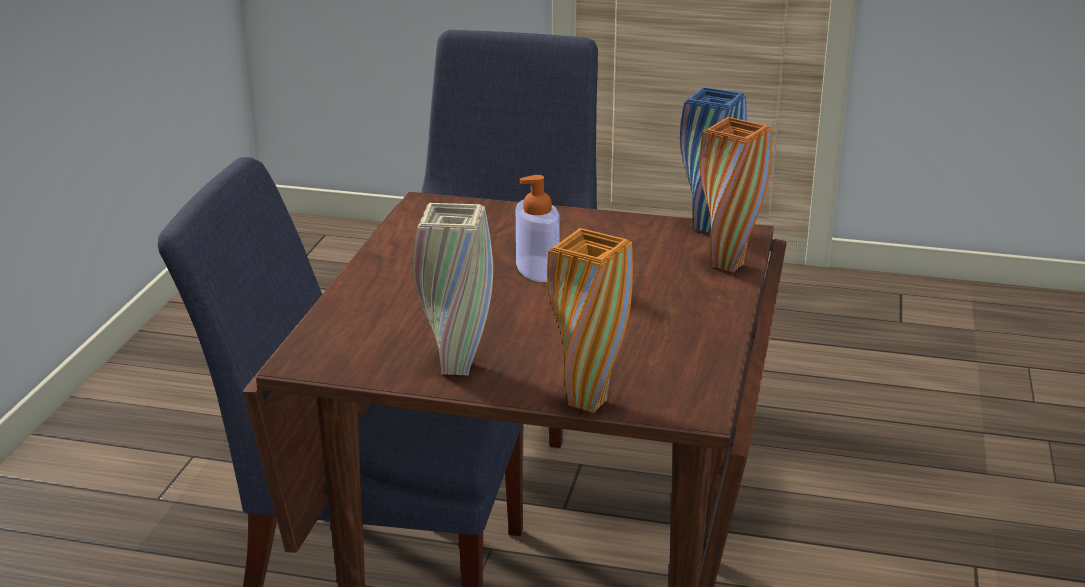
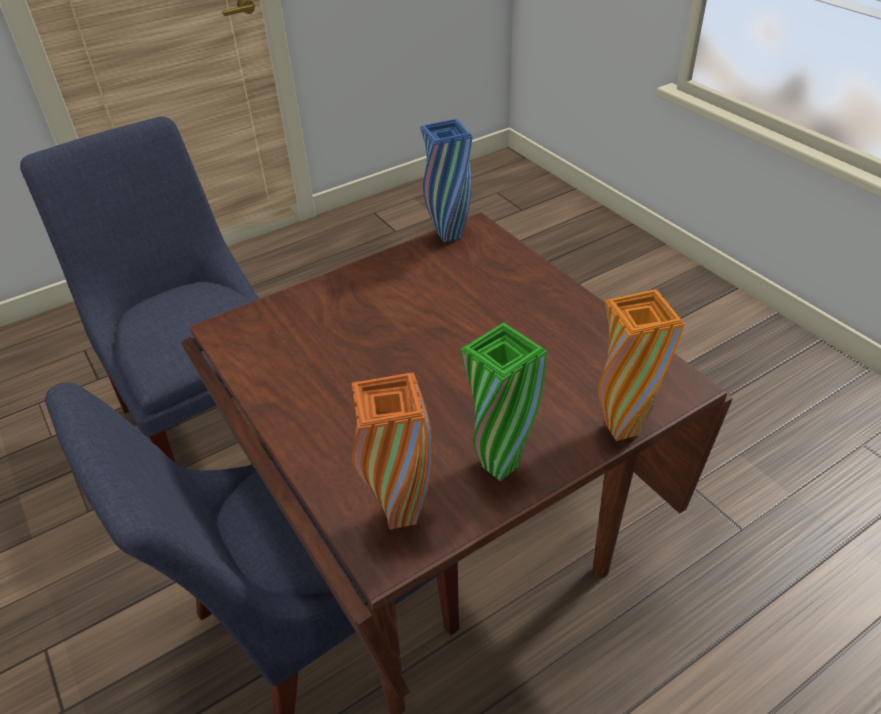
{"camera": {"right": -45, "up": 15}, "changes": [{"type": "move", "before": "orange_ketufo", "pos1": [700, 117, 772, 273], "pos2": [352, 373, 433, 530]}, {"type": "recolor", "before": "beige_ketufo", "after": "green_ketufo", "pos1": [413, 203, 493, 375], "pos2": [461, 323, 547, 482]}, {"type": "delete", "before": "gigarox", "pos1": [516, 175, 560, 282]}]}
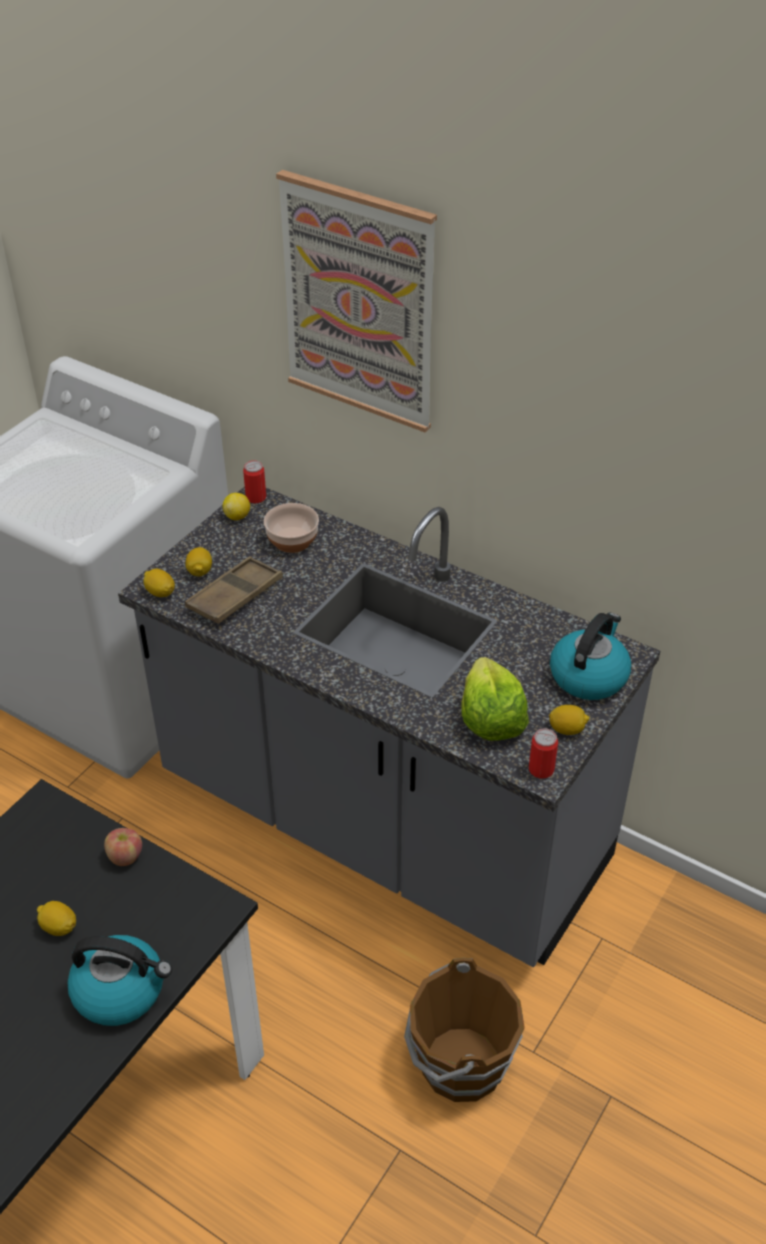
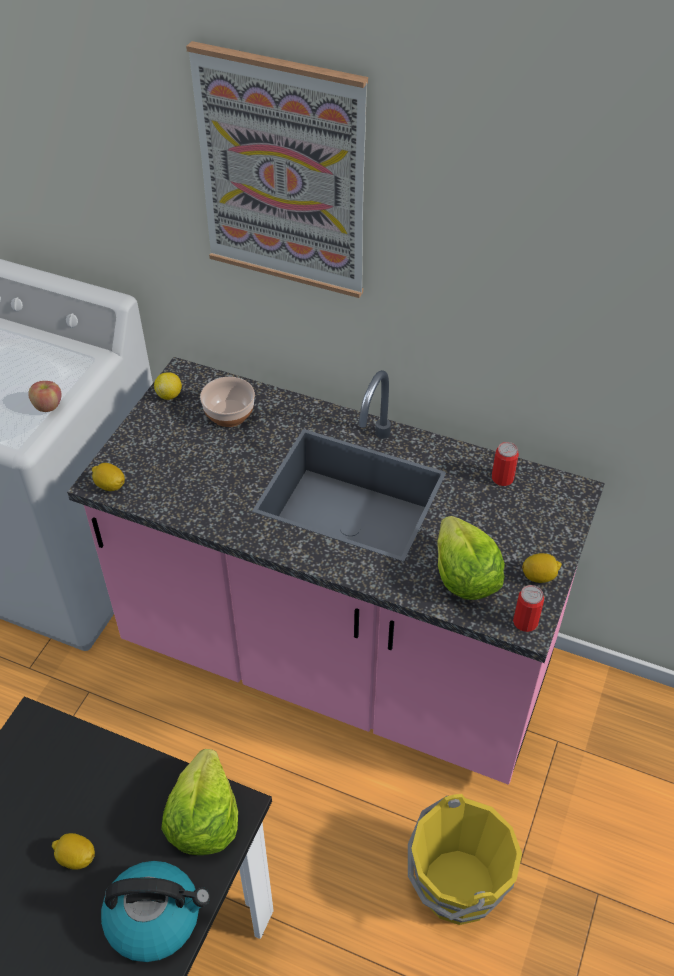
{"camera": {"right": -10, "up": 5}, "changes": [{"type": "move", "before": "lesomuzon", "pos1": [104, 828, 142, 866], "pos2": [28, 381, 62, 412]}, {"type": "recolor", "before": "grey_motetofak", "after": "pink_motetofak", "pos1": [118, 486, 660, 967], "pos2": [67, 357, 605, 785]}, {"type": "insert", "after": "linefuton", "pos2": [161, 749, 238, 855]}, {"type": "recolor", "before": "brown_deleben", "after": "yellow_deleben", "pos1": [404, 958, 525, 1102], "pos2": [408, 794, 522, 925]}, {"type": "move", "before": "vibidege", "pos1": [243, 460, 266, 503], "pos2": [492, 442, 519, 486]}, {"type": "delete", "before": "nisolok", "pos1": [185, 547, 212, 576]}, {"type": "delete", "before": "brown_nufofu", "pos1": [185, 556, 283, 624]}, {"type": "delete", "before": "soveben", "pos1": [550, 613, 631, 700]}]}
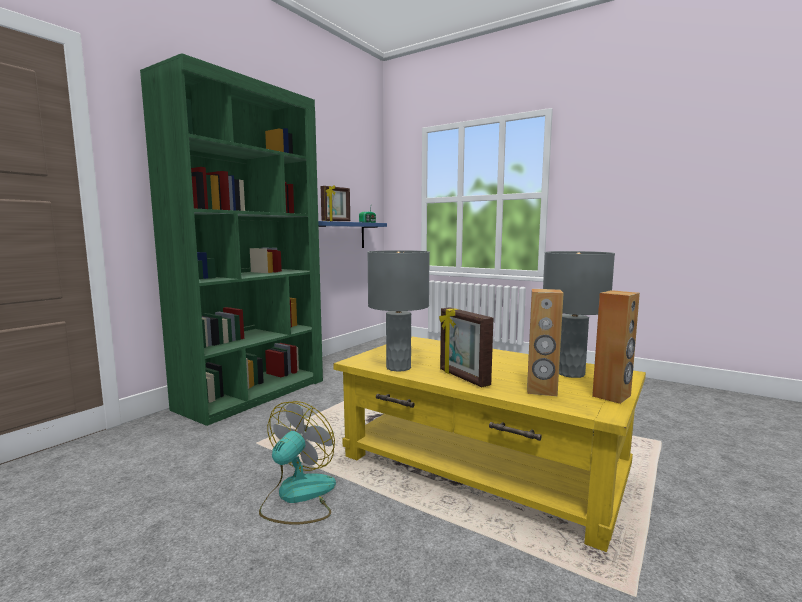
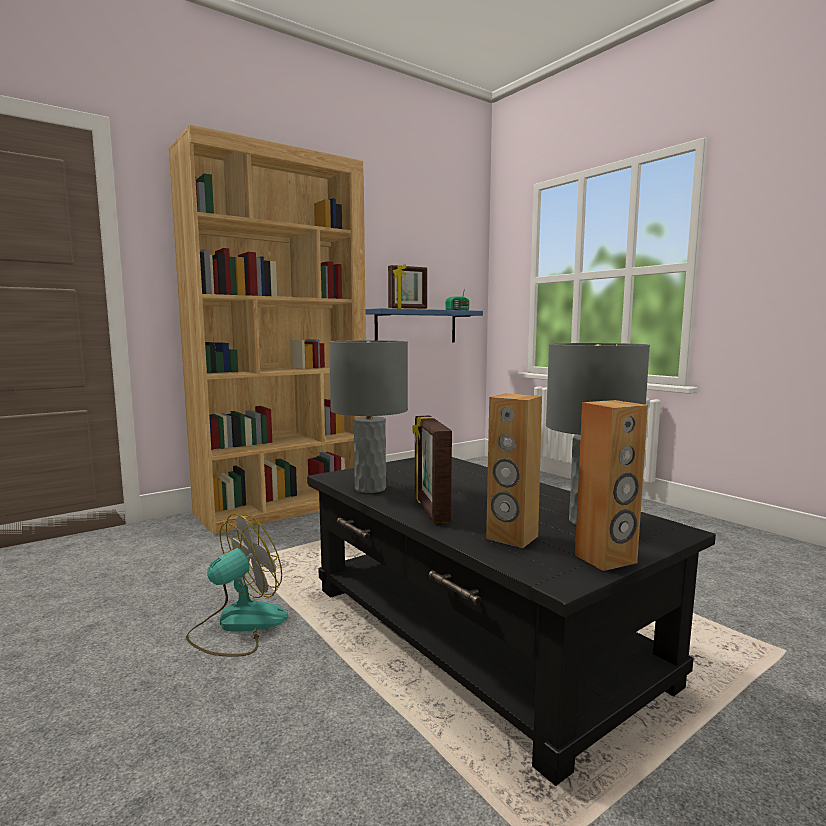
{"camera": {"right": 20, "up": 0}, "changes": [{"type": "recolor", "before": "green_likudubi", "after": "brown_likudubi", "pos1": [140, 53, 323, 426], "pos2": [168, 125, 366, 534]}, {"type": "recolor", "before": "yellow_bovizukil", "after": "black_bovizukil", "pos1": [334, 336, 646, 552], "pos2": [307, 457, 716, 786]}]}
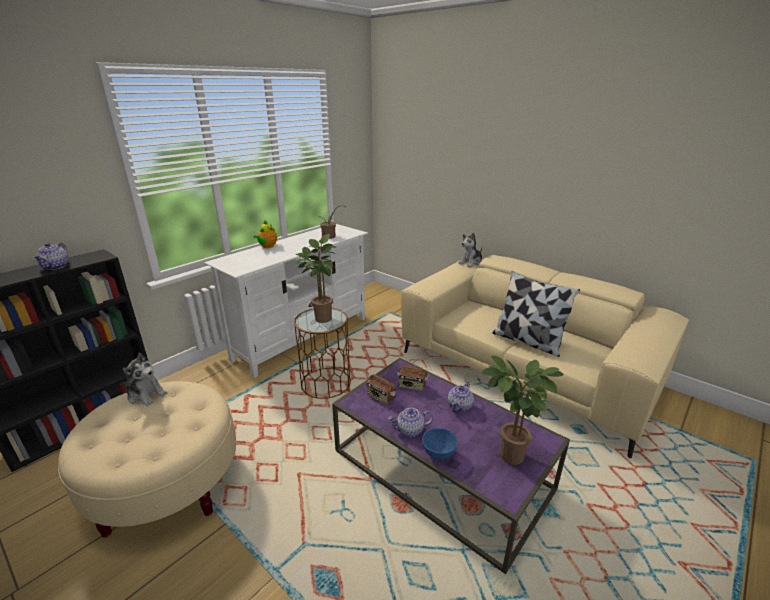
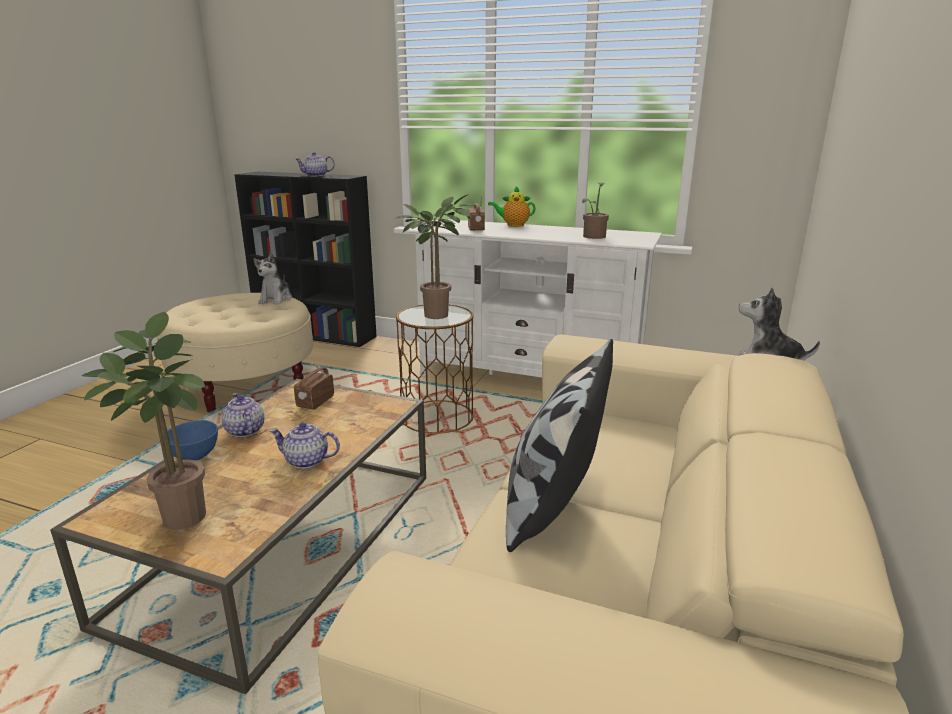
{"camera": {"right": 70, "up": -5}, "changes": [{"type": "recolor", "before": "purple_bovizukil", "after": "brown_bovizukil", "pos1": [332, 358, 570, 574], "pos2": [50, 379, 426, 694]}, {"type": "move", "before": "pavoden", "pos1": [397, 358, 428, 391], "pos2": [468, 194, 485, 231]}]}
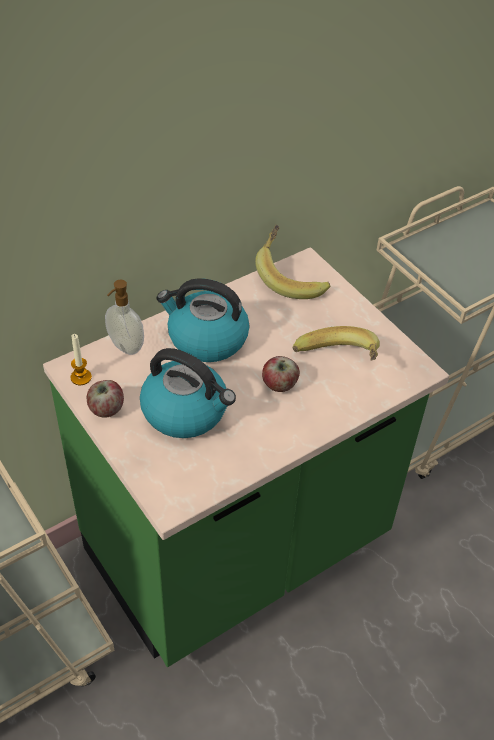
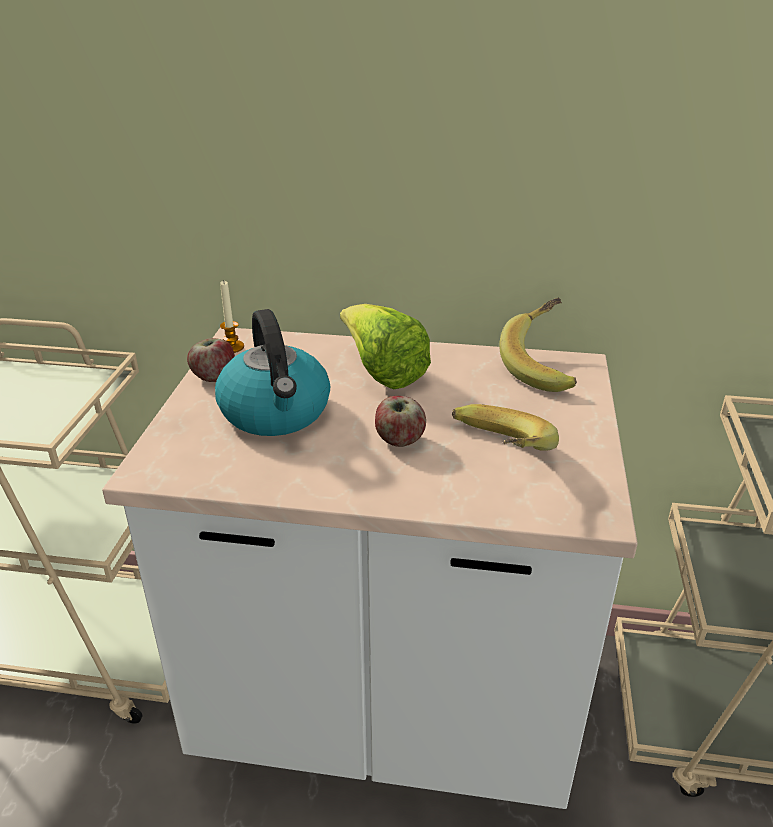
{"camera": {"right": 45, "up": -15}, "changes": [{"type": "recolor", "before": "green_motetofak", "after": "white_motetofak", "pos1": [43, 247, 449, 667], "pos2": [102, 328, 638, 809]}, {"type": "replace", "before": "soveben", "after": "linefuton", "pos1": [157, 278, 249, 362], "pos2": [340, 304, 431, 390]}, {"type": "delete", "before": "gigarox", "pos1": [105, 279, 144, 355]}]}
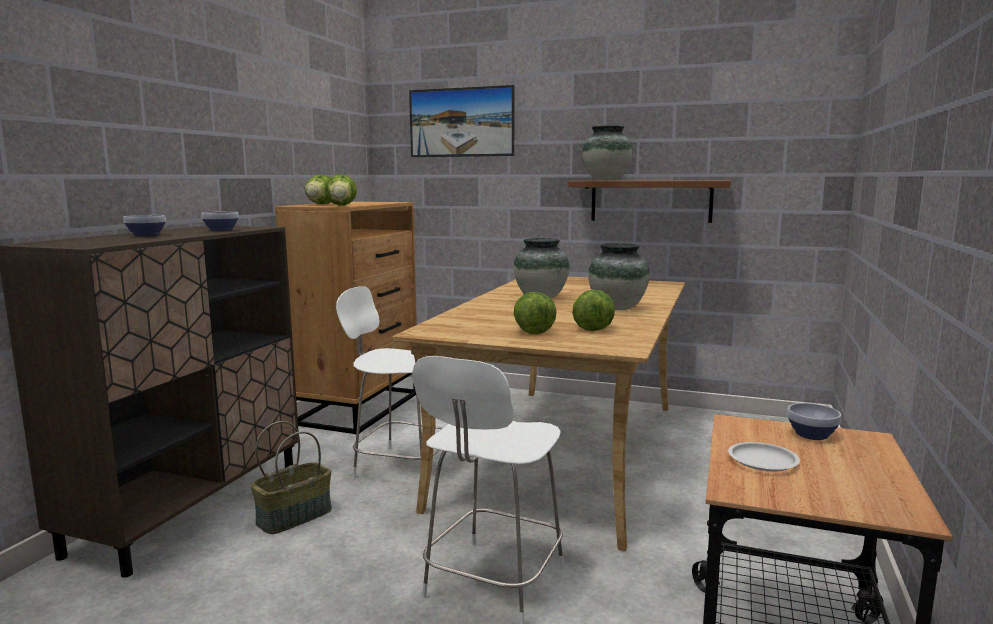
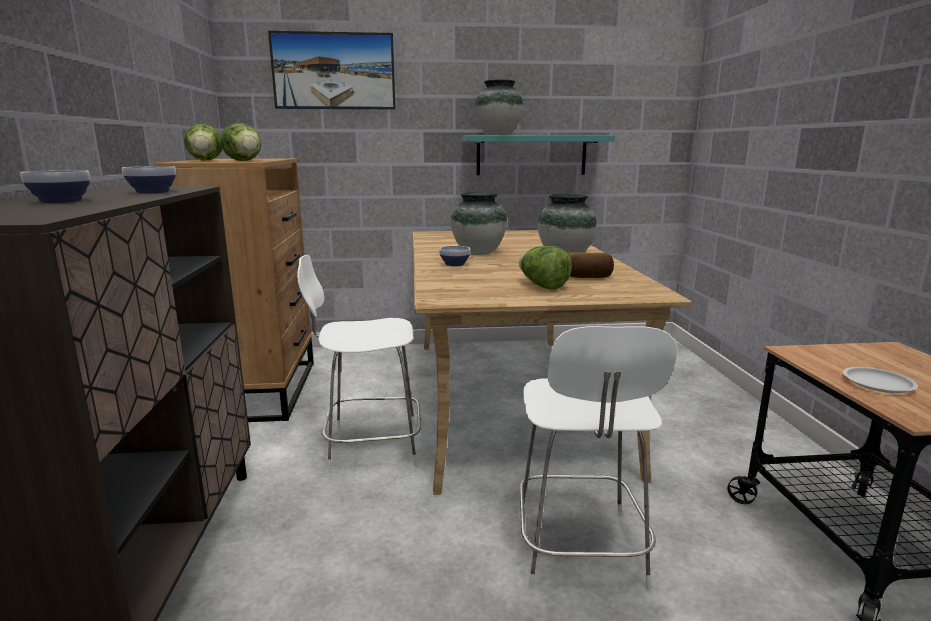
{"camera": {"right": -25, "up": 5}, "changes": [{"type": "move", "before": "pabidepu", "pos1": [787, 403, 841, 440], "pos2": [439, 246, 471, 266]}, {"type": "recolor", "before": "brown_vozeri", "after": "turquoise_vozeri", "pos1": [567, 180, 731, 223], "pos2": [463, 135, 615, 175]}, {"type": "replace", "before": "linefuton", "after": "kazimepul", "pos1": [572, 289, 615, 331], "pos2": [567, 252, 614, 278]}, {"type": "delete", "before": "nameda", "pos1": [251, 421, 332, 534]}]}
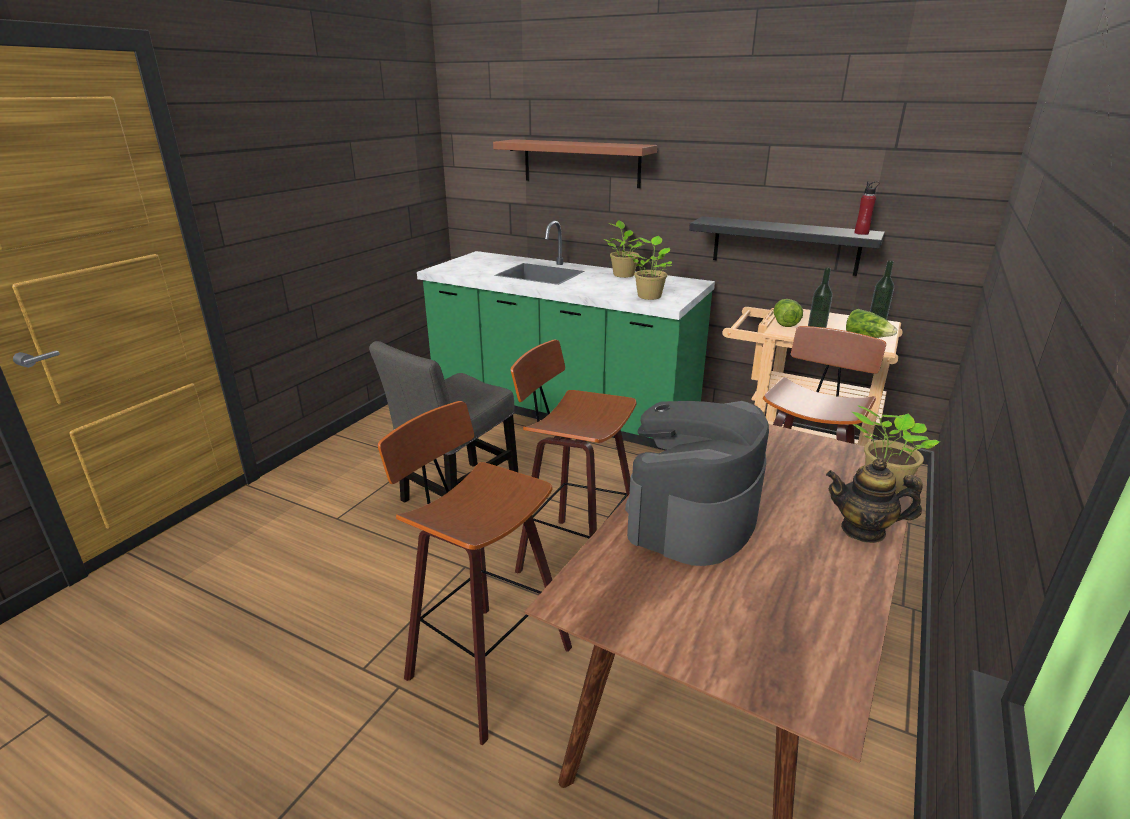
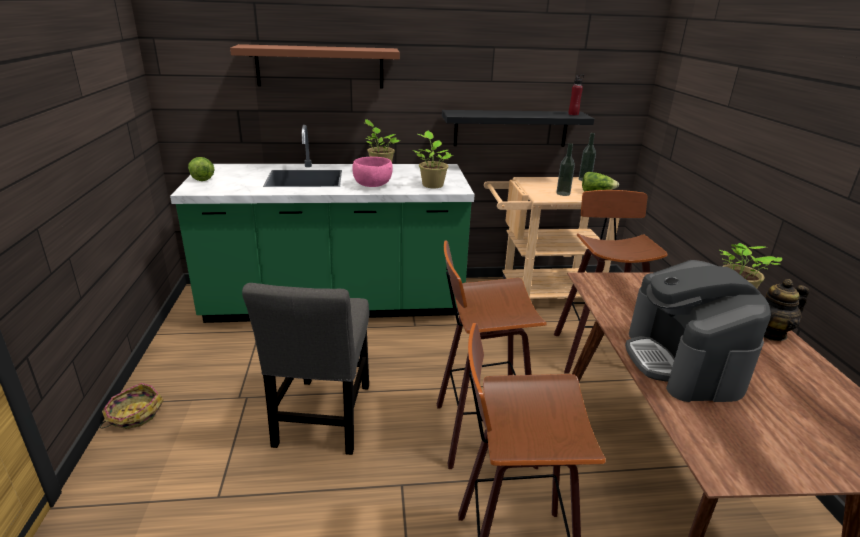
{"camera": {"right": -35, "up": 0}, "changes": [{"type": "insert", "after": "nameda", "pos2": [100, 383, 164, 429]}, {"type": "move", "before": "linefuton", "pos1": [774, 299, 803, 327], "pos2": [188, 157, 215, 181]}, {"type": "insert", "after": "pink_pabidepu", "pos2": [352, 157, 393, 187]}]}
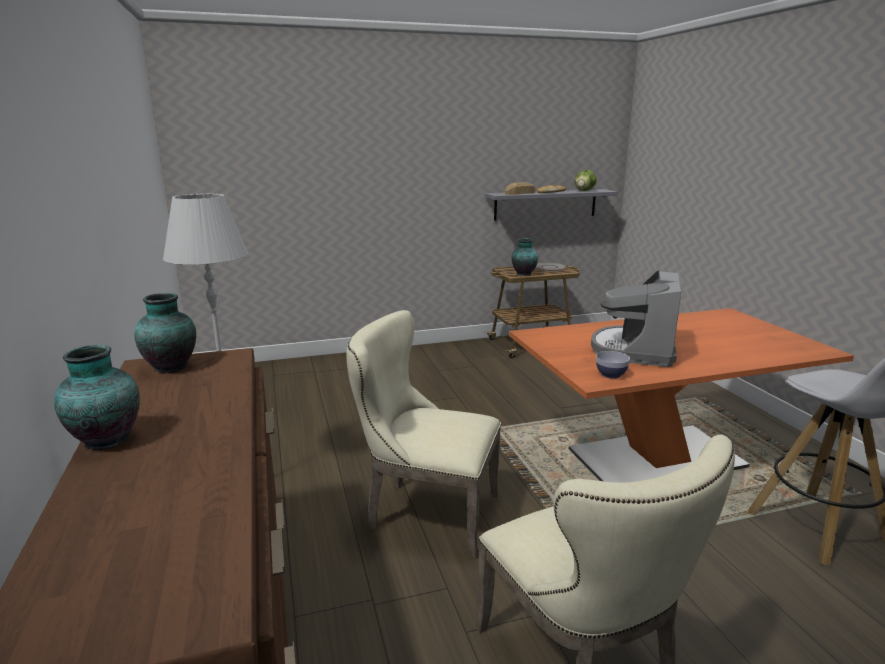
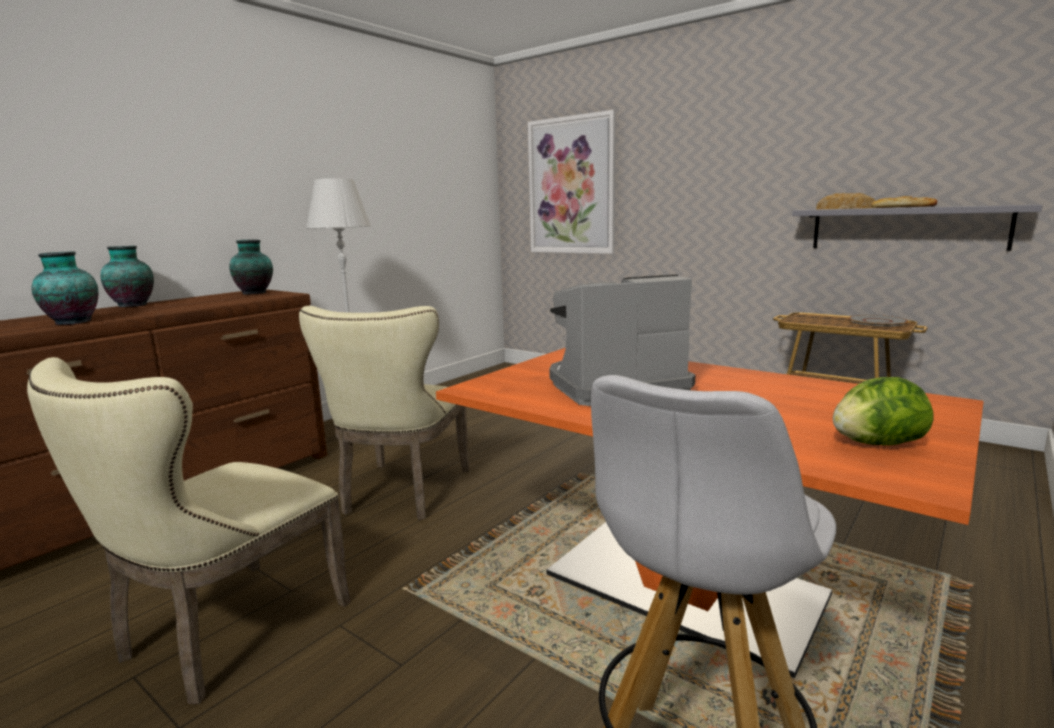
{"camera": {"right": 55, "up": -5}, "changes": [{"type": "move", "before": "ketufo", "pos1": [511, 238, 538, 276], "pos2": [31, 251, 99, 325]}, {"type": "rotate", "before": "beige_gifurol", "pos1": [347, 310, 501, 559], "pos2": [299, 306, 470, 520], "turn": -150}, {"type": "insert", "after": "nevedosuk", "pos2": [528, 110, 616, 254]}, {"type": "move", "before": "linefuton", "pos1": [575, 169, 597, 191], "pos2": [833, 377, 933, 445]}, {"type": "delete", "before": "pabidepu", "pos1": [596, 351, 630, 379]}]}
